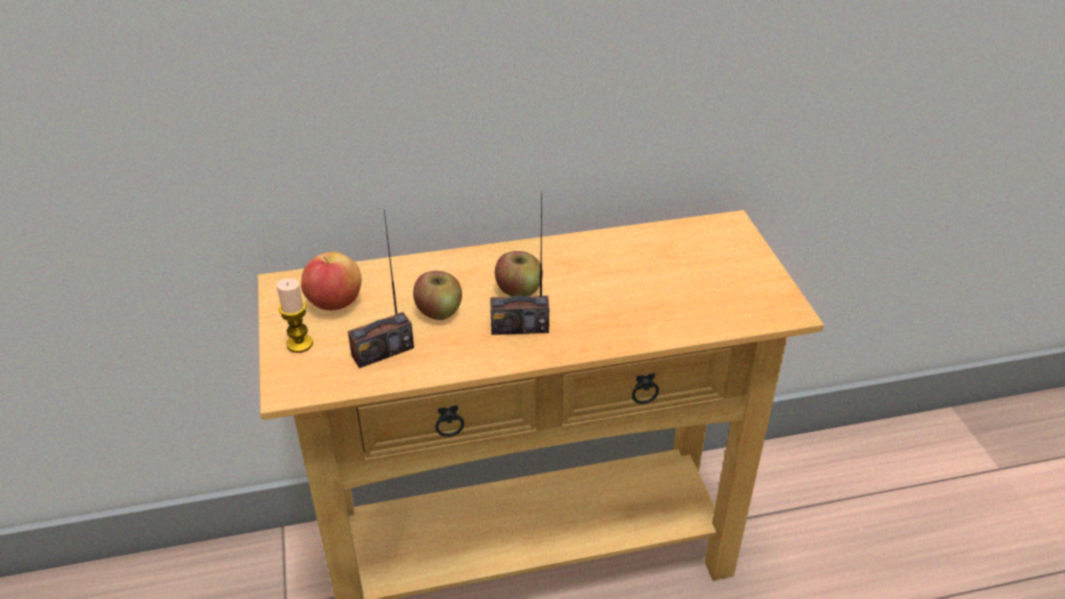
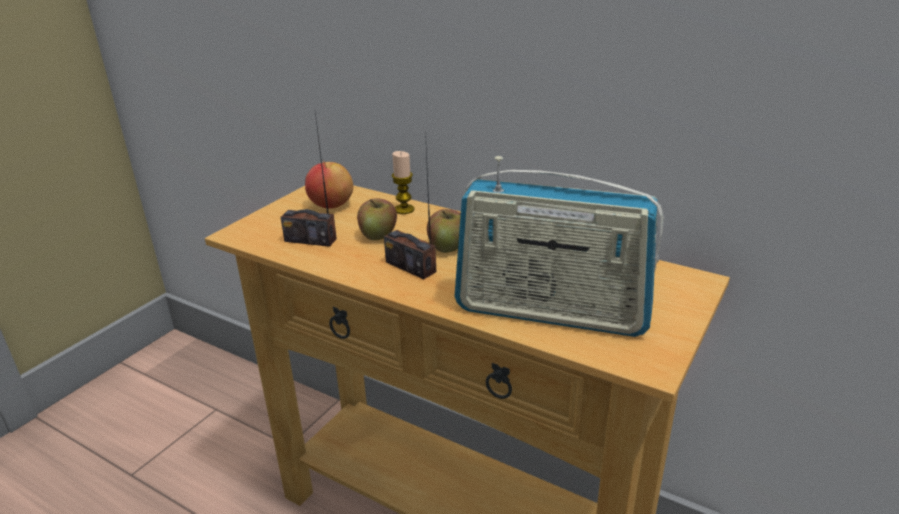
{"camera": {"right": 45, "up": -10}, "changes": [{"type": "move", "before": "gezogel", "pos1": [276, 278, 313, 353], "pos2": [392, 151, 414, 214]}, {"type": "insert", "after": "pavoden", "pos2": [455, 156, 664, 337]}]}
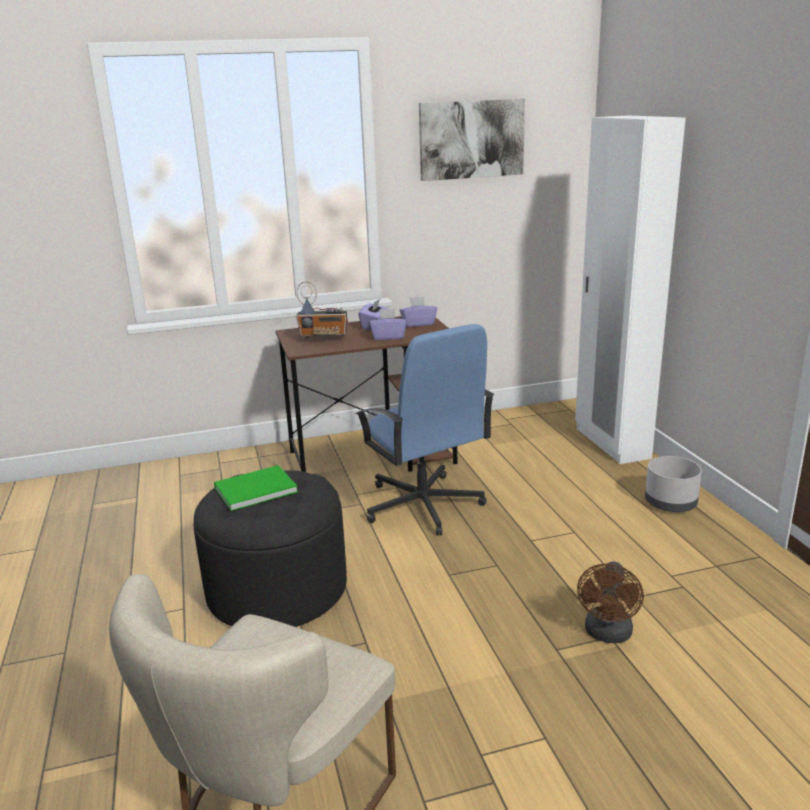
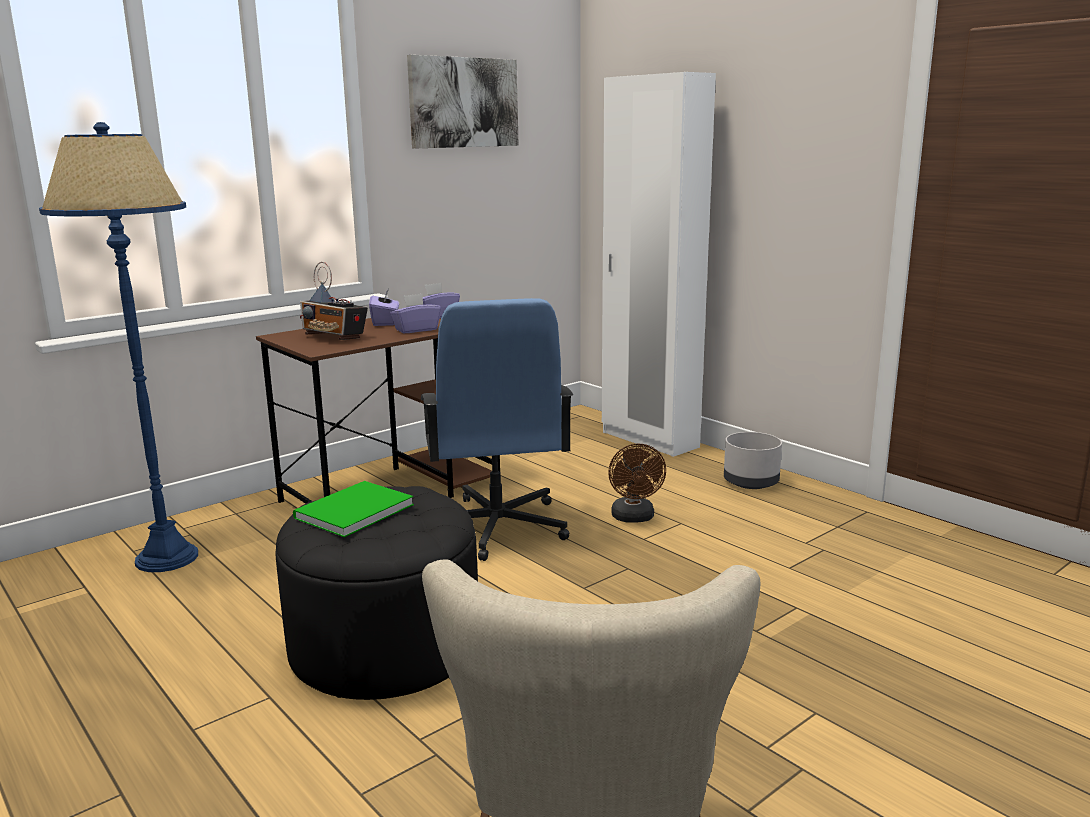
{"camera": {"right": -25, "up": -5}, "changes": [{"type": "insert", "after": "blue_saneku", "pos2": [39, 122, 198, 572]}, {"type": "rotate", "before": "pavoden", "pos1": [296, 282, 348, 340], "pos2": [300, 262, 368, 340], "turn": 60}, {"type": "rotate", "before": "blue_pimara", "pos1": [355, 324, 494, 536], "pos2": [421, 298, 573, 561], "turn": 45}, {"type": "move", "before": "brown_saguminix", "pos1": [577, 561, 644, 643], "pos2": [608, 444, 666, 523]}]}
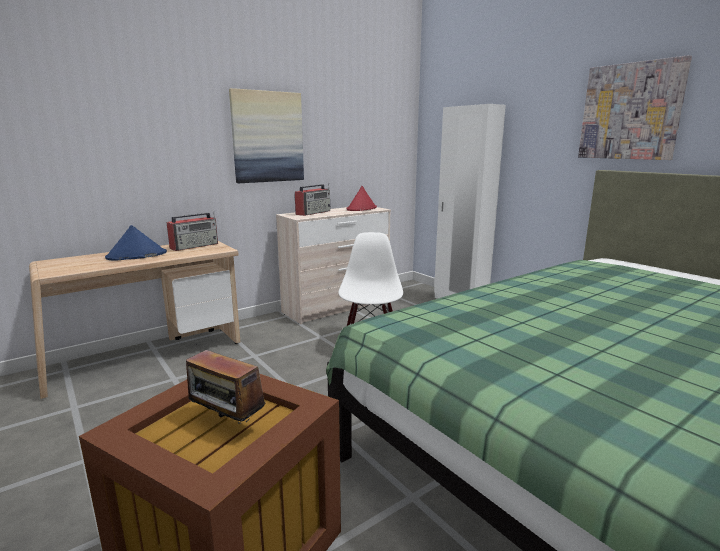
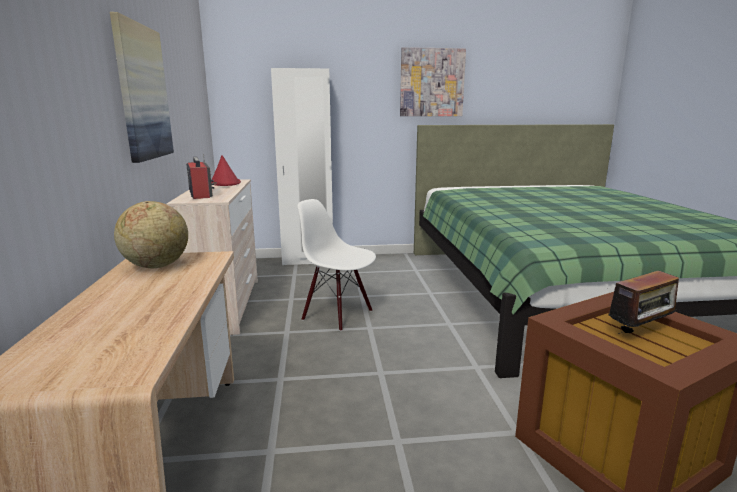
{"camera": {"right": -60, "up": 0}, "changes": [{"type": "replace", "before": "pavoden", "after": "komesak", "pos1": [166, 211, 218, 251], "pos2": [114, 201, 188, 268]}, {"type": "delete", "before": "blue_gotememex", "pos1": [105, 225, 167, 261]}]}
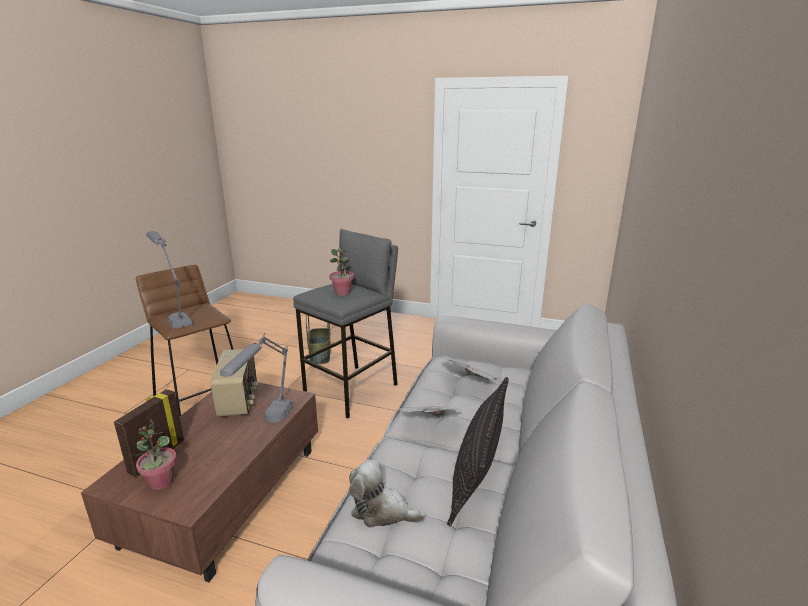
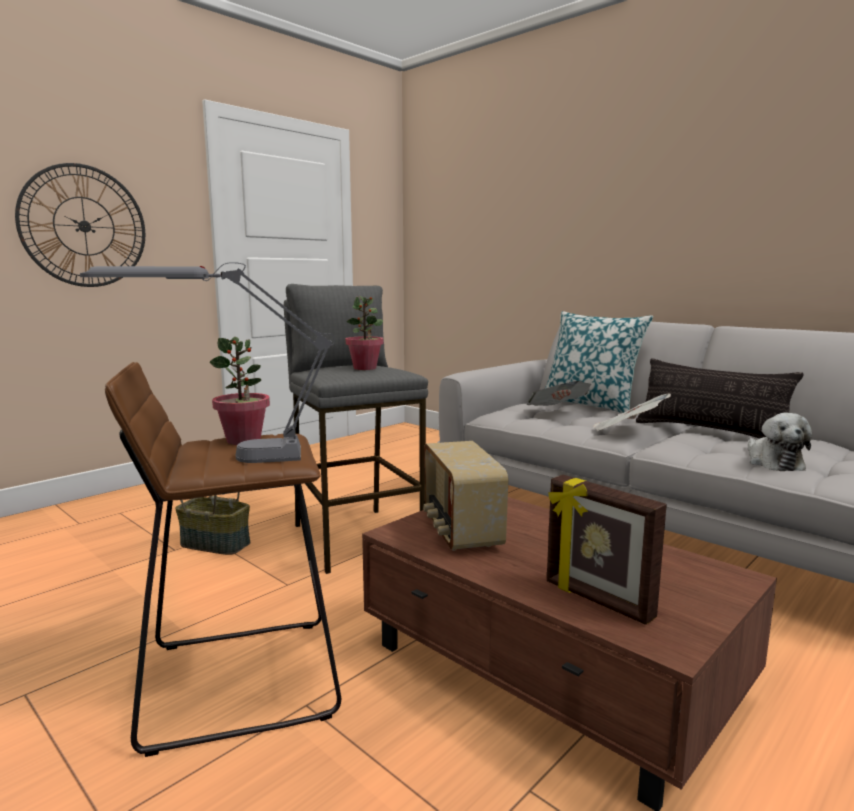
{"camera": {"right": -65, "up": -10}, "changes": [{"type": "insert", "after": "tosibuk", "pos2": [15, 163, 145, 287]}, {"type": "move", "before": "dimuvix", "pos1": [135, 419, 177, 490], "pos2": [210, 337, 270, 445]}, {"type": "rotate", "before": "pavoden", "pos1": [211, 349, 258, 417], "pos2": [423, 441, 508, 551], "turn": -120}, {"type": "insert", "after": "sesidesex", "pos2": [545, 311, 653, 413]}, {"type": "rotate", "before": "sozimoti", "pos1": [349, 459, 426, 528], "pos2": [748, 413, 812, 471], "turn": -45}, {"type": "delete", "before": "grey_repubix", "pos1": [220, 333, 294, 423]}]}
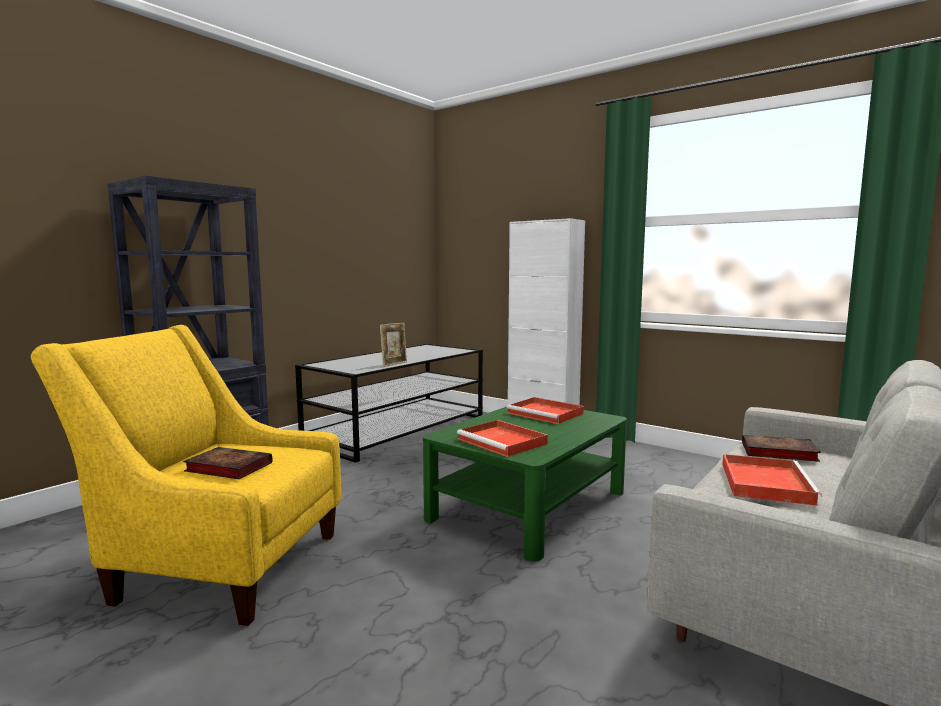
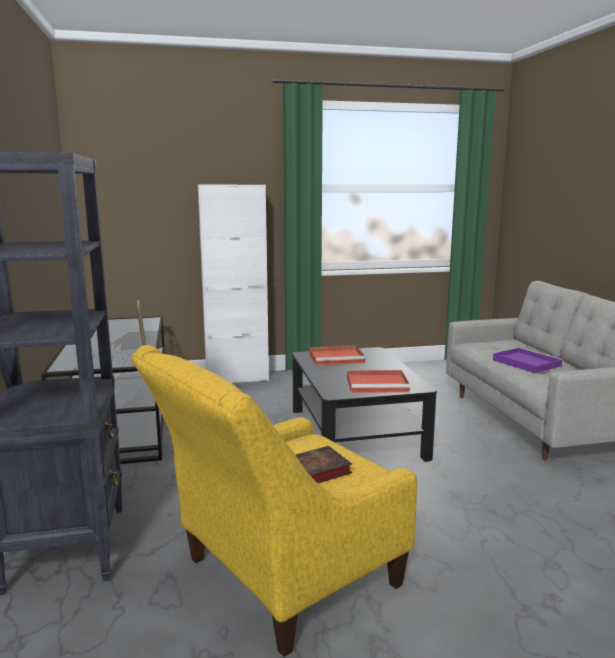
{"camera": {"right": -50, "up": 5}, "changes": [{"type": "recolor", "before": "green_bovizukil", "after": "black_bovizukil", "pos1": [423, 407, 627, 562], "pos2": [292, 347, 437, 462]}, {"type": "recolor", "before": "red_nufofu", "after": "purple_nufofu", "pos1": [722, 454, 822, 506], "pos2": [493, 348, 563, 373]}, {"type": "delete", "before": "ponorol", "pos1": [742, 434, 821, 462]}]}
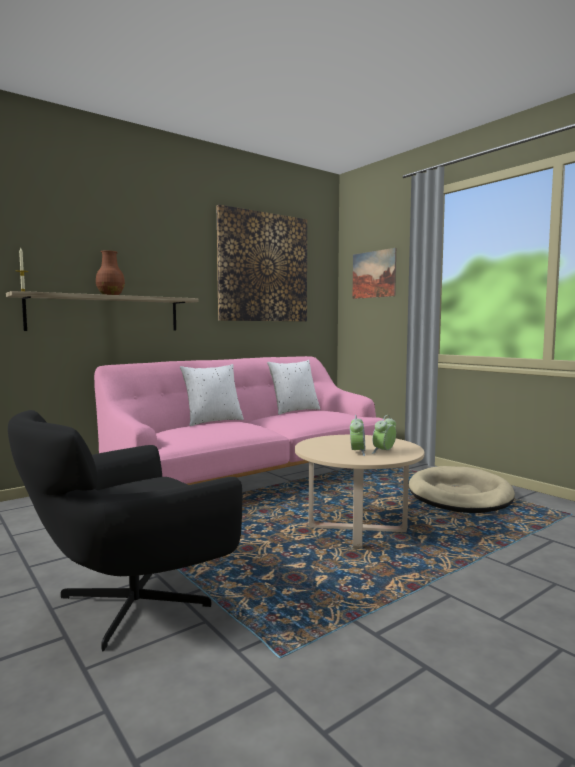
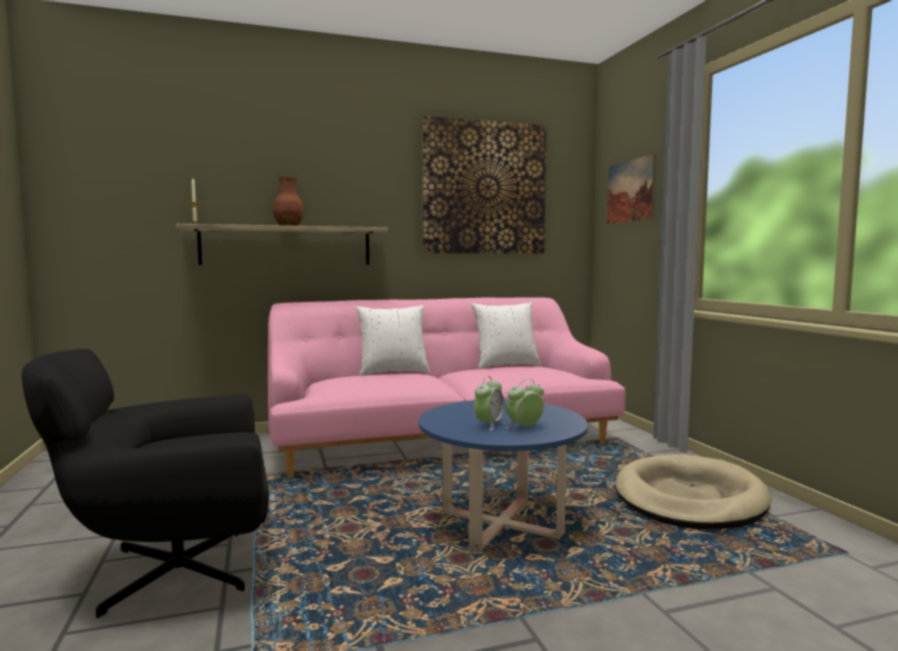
{"camera": {"right": 20, "up": 0}, "changes": [{"type": "recolor", "before": "beige_bovizukil", "after": "blue_bovizukil", "pos1": [295, 435, 424, 548], "pos2": [419, 400, 588, 552]}]}
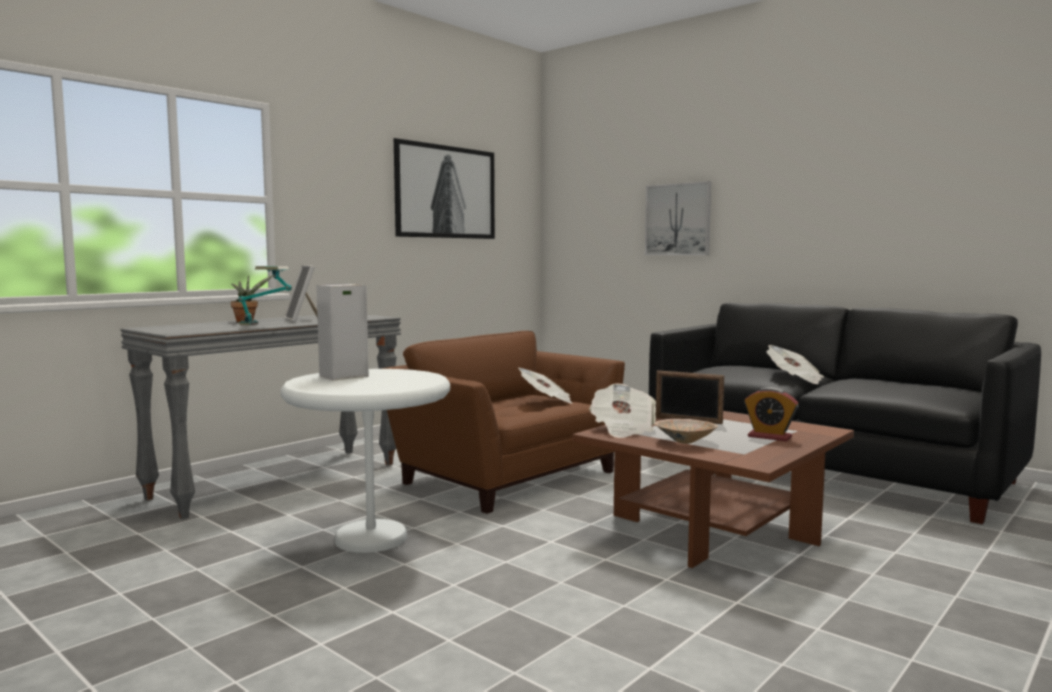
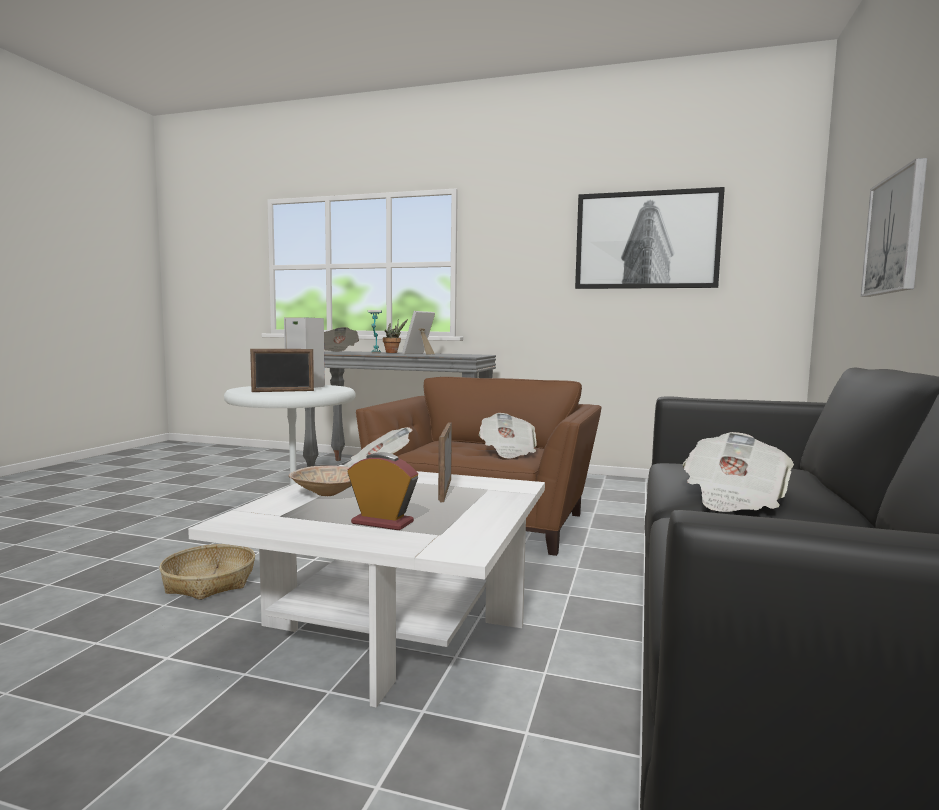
{"camera": {"right": 65, "up": 0}, "changes": [{"type": "insert", "after": "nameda", "pos2": [159, 544, 255, 600]}, {"type": "recolor", "before": "brown_bovizukil", "after": "white_bovizukil", "pos1": [573, 411, 854, 568], "pos2": [188, 465, 545, 708]}, {"type": "insert", "after": "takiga", "pos2": [250, 349, 314, 392]}, {"type": "insert", "after": "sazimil", "pos2": [324, 327, 359, 352]}, {"type": "rotate", "before": "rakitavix", "pos1": [744, 387, 799, 441], "pos2": [347, 452, 418, 530], "turn": 105}]}
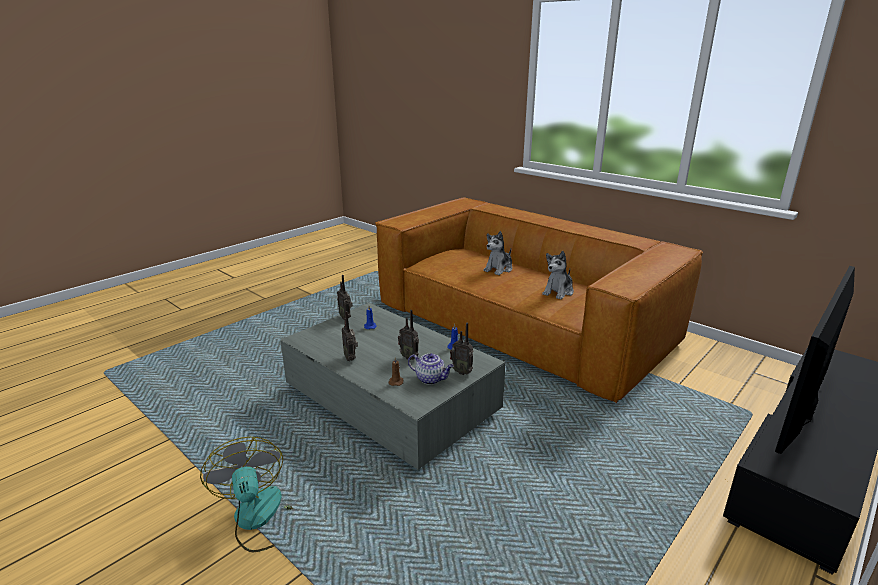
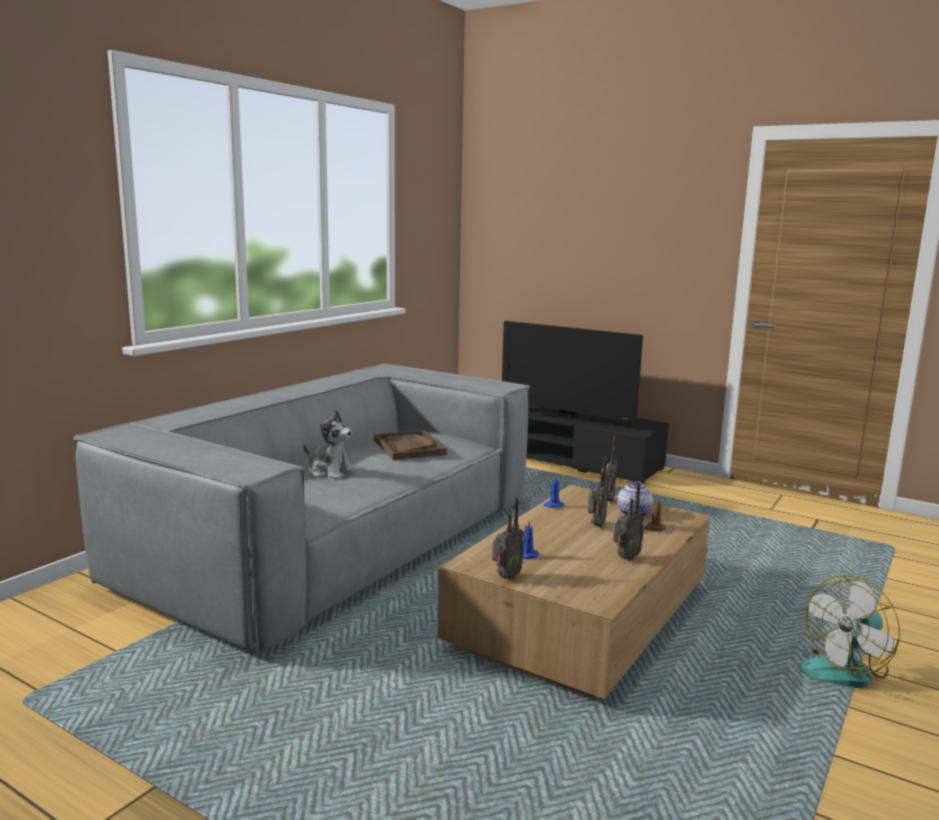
{"camera": {"right": -100, "up": -10}, "changes": [{"type": "recolor", "before": "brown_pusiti", "after": "grey_pusiti", "pos1": [375, 197, 703, 403], "pos2": [73, 364, 530, 655]}, {"type": "replace", "before": "sozimoti", "after": "brown_nufofu", "pos1": [542, 251, 574, 300], "pos2": [374, 430, 447, 460]}, {"type": "recolor", "before": "grey_bovizukil", "after": "brown_bovizukil", "pos1": [280, 303, 506, 470], "pos2": [438, 485, 710, 699]}]}
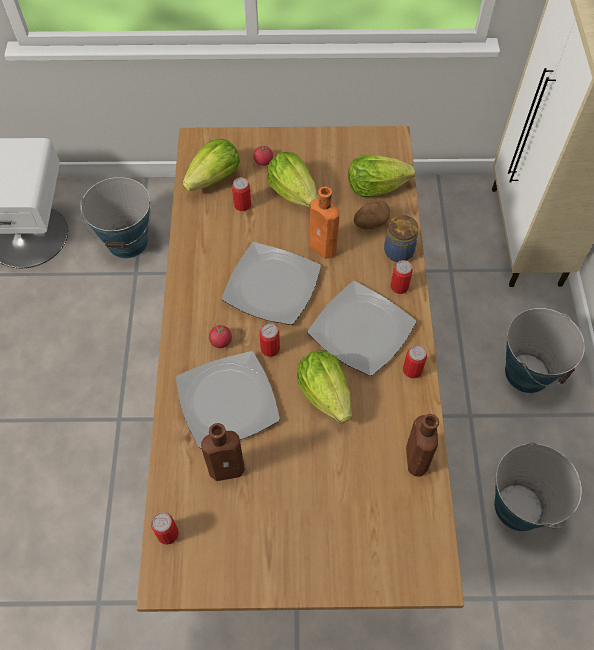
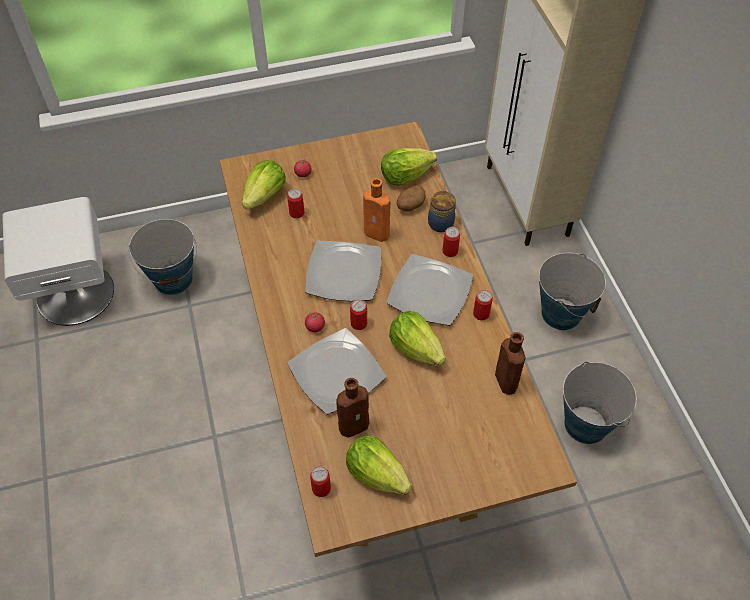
{"camera": {"right": -15, "up": -5}, "changes": [{"type": "move", "before": "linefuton", "pos1": [267, 152, 318, 207], "pos2": [346, 436, 412, 495]}]}
